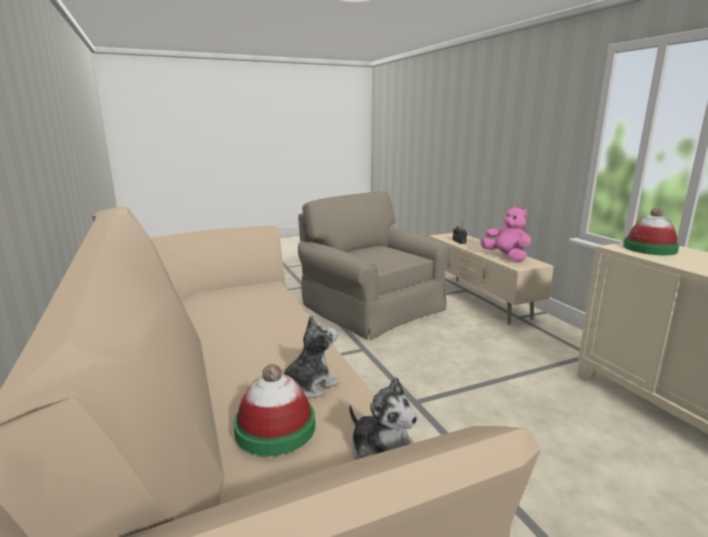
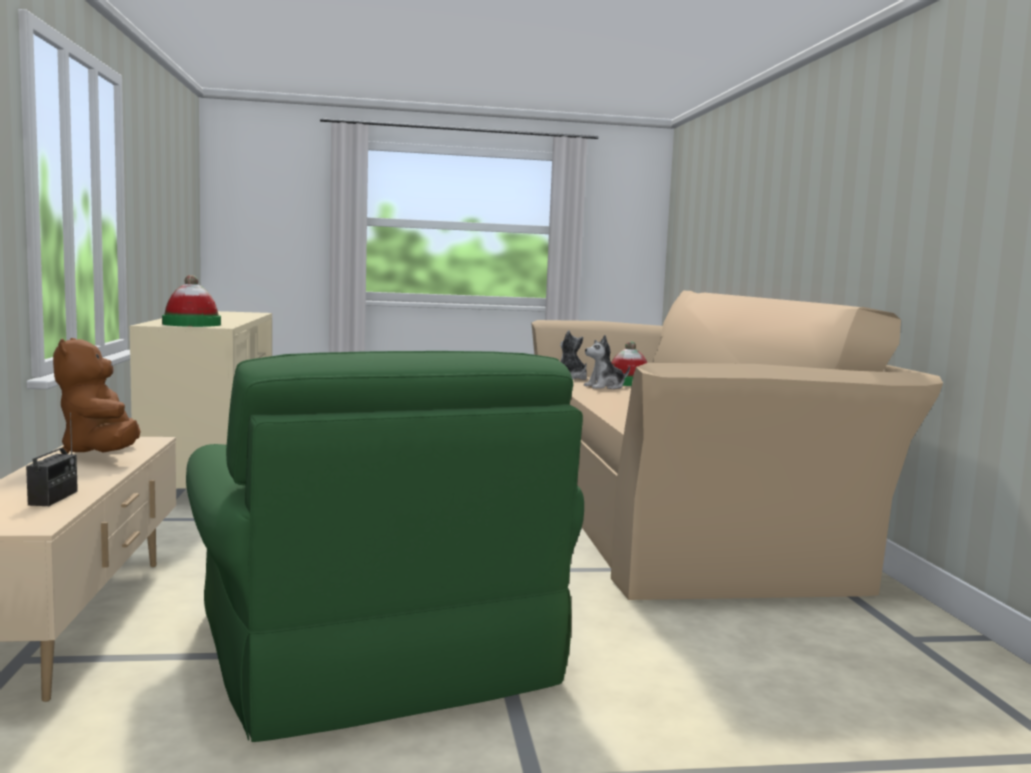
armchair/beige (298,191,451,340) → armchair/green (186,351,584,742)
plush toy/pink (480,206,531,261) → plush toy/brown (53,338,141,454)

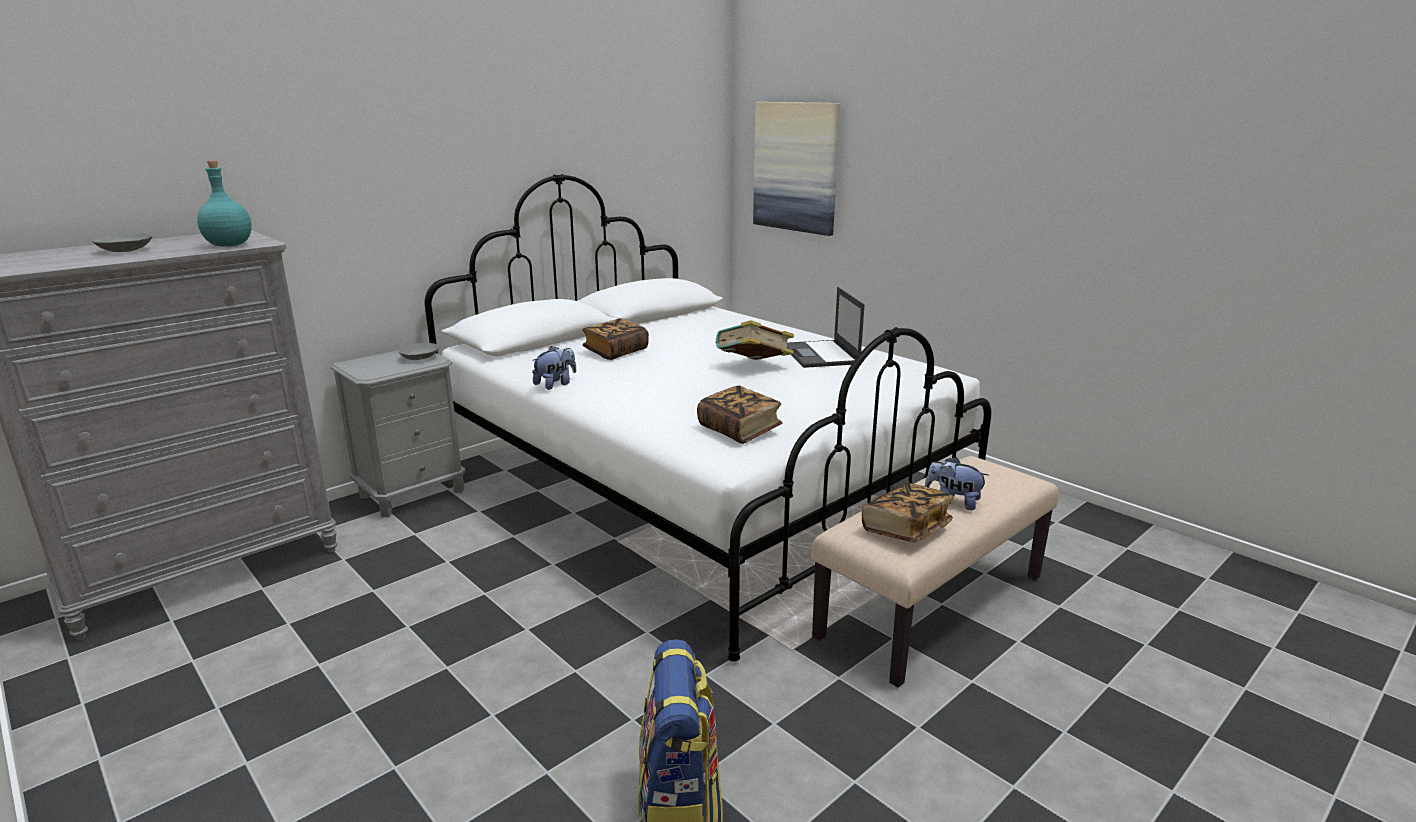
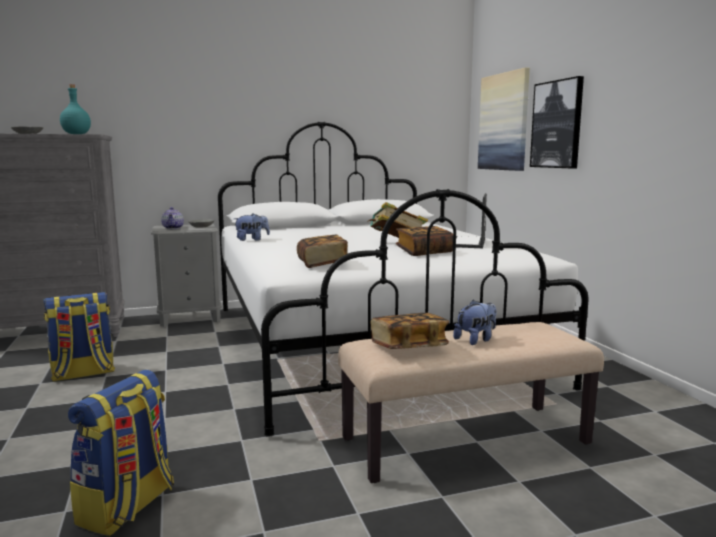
book (582,319,649,360) → book (396,226,453,256), relocated
plush toy (925,457,989,510) → plush toy (453,300,496,345), 90 degrees clockwise
- → picture (530,76,584,169)
- → teapot (161,207,184,229)
- → backpack (43,292,115,382)

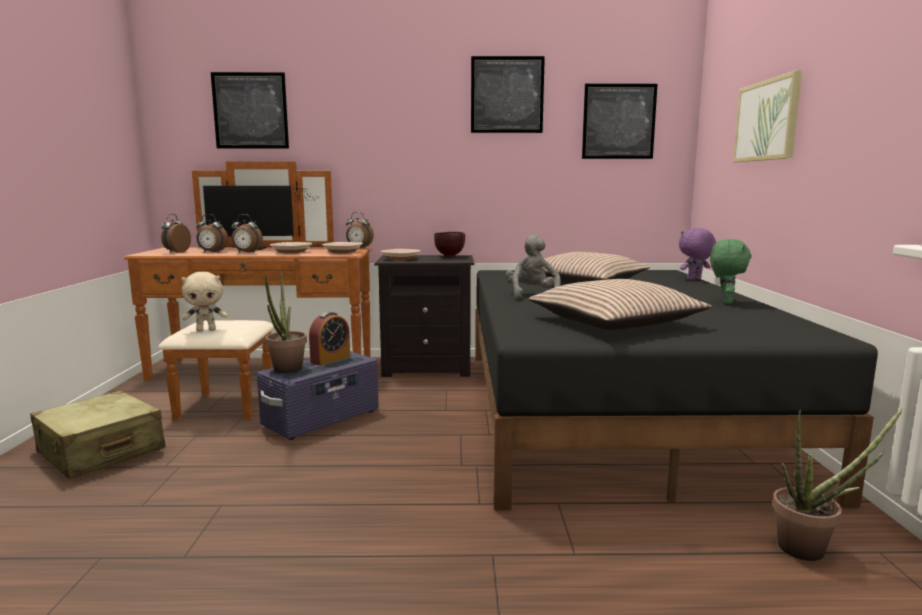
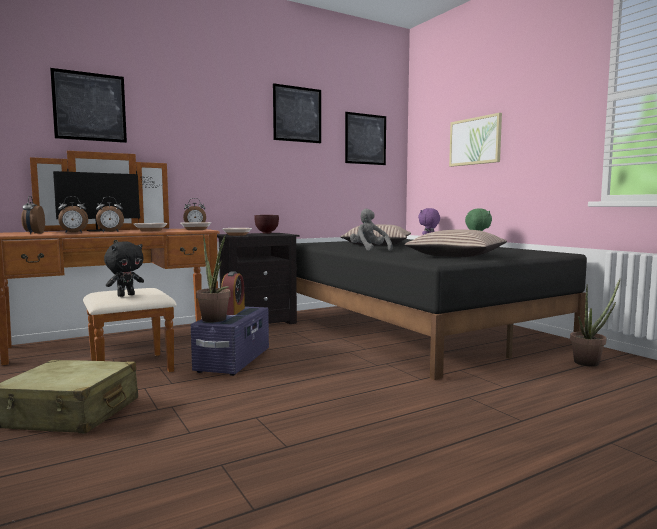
plush toy/beige (181,272,227,332) → plush toy/black (104,242,144,297)

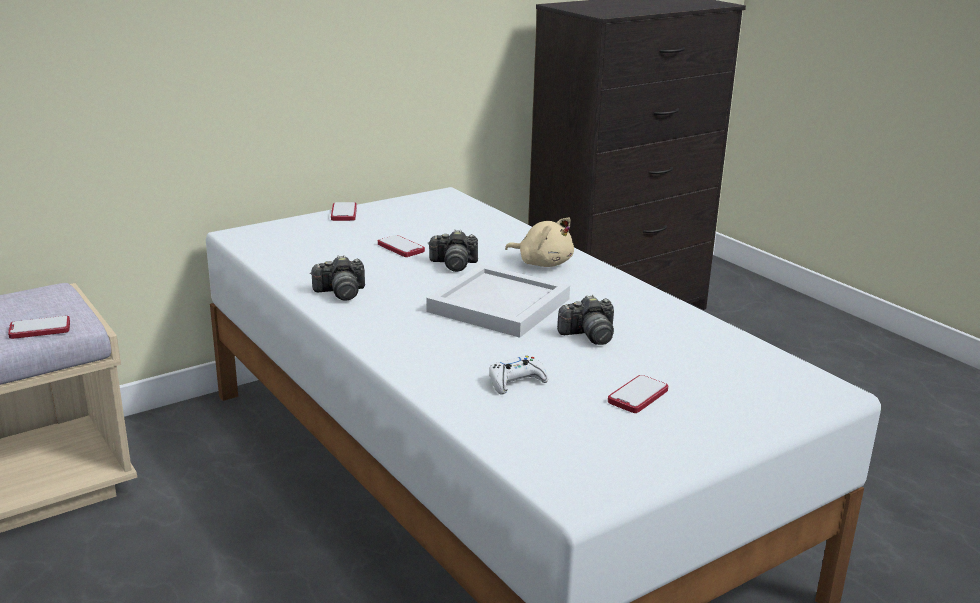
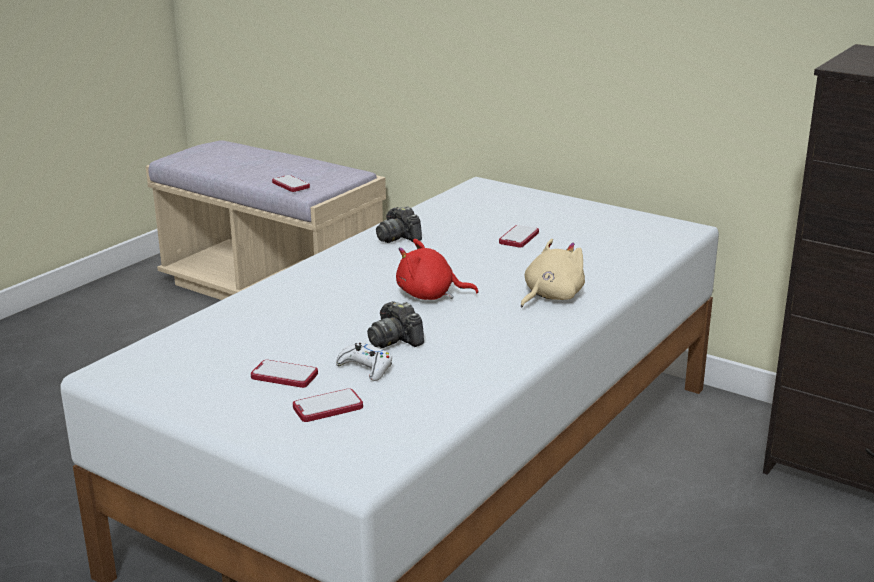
phone (331,202,357,221) → phone (293,388,363,422), relocated
plush toy/beige (505,218,574,267) → plush toy/beige (521,239,585,307), 150 degrees counterclockwise
photo camera (428,230,478,272) → -
tray/white (426,264,570,338) → plush toy/red (396,239,478,300)
game controller/white (489,356,548,395) → game controller/white (336,343,392,381), relocated

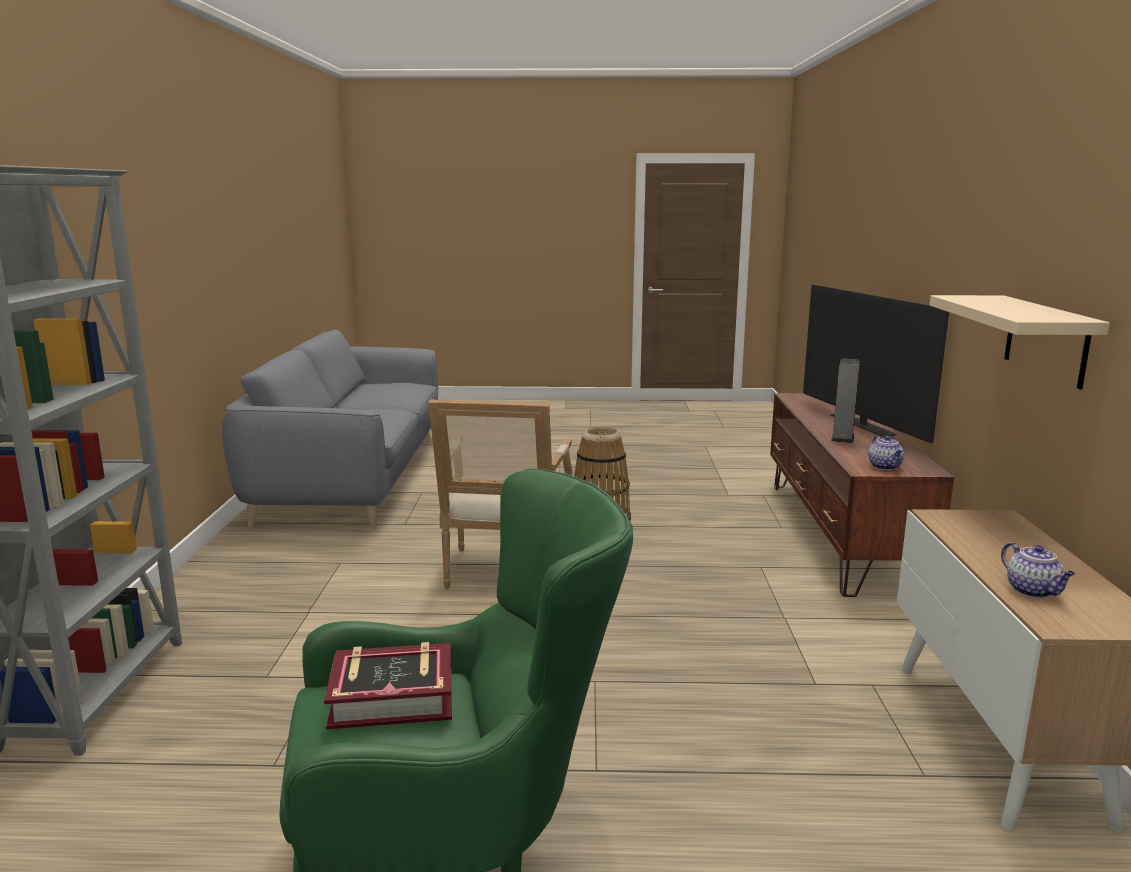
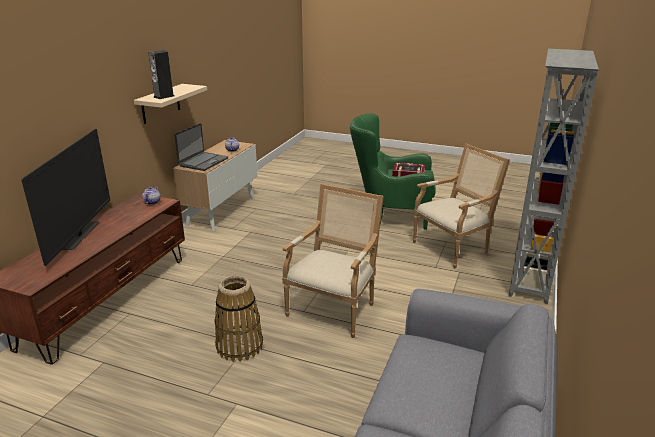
speaker (831,359,860,443) → speaker (148,50,174,99), relocated
- → laptop (175,123,228,171)
- → armchair (413,143,510,269)

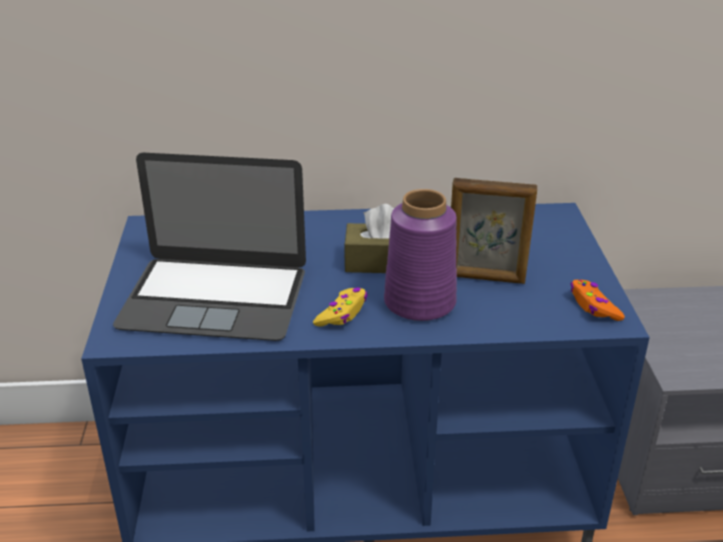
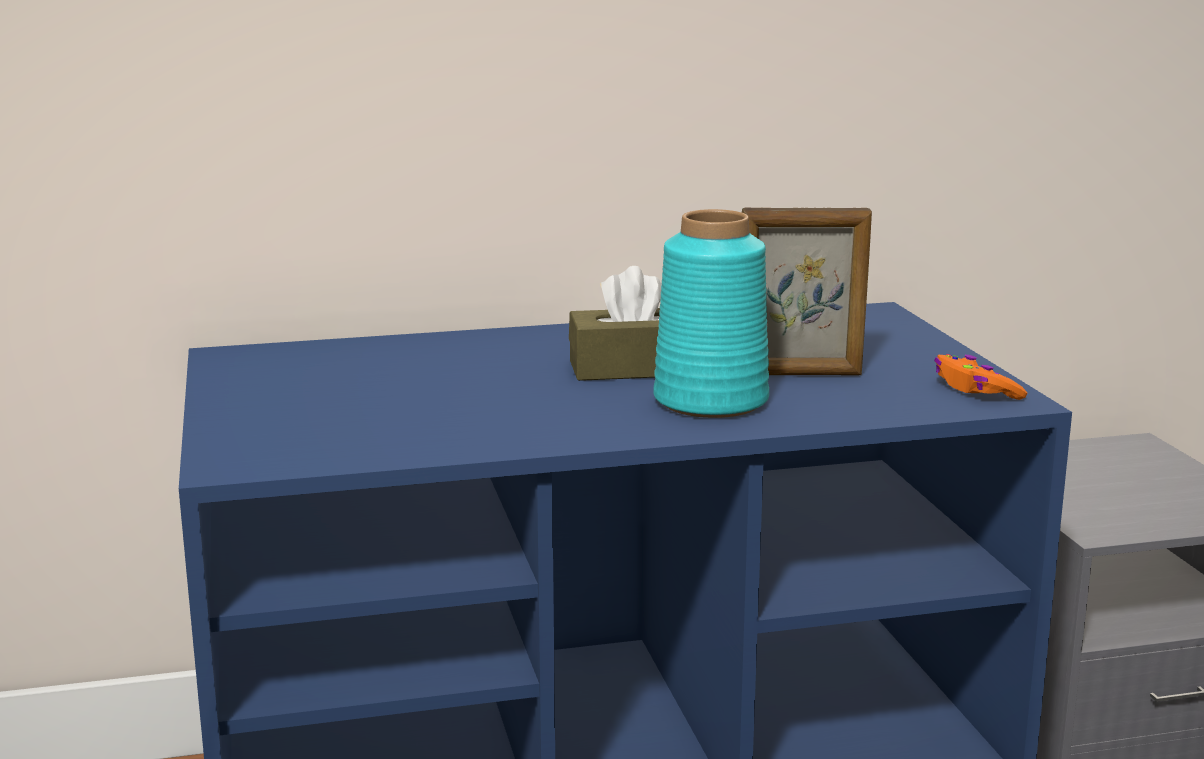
laptop (113,153,306,341) → -
vase/purple (384,189,457,321) → vase/turquoise (653,209,769,418)
game controller/yellow (313,288,367,327) → -

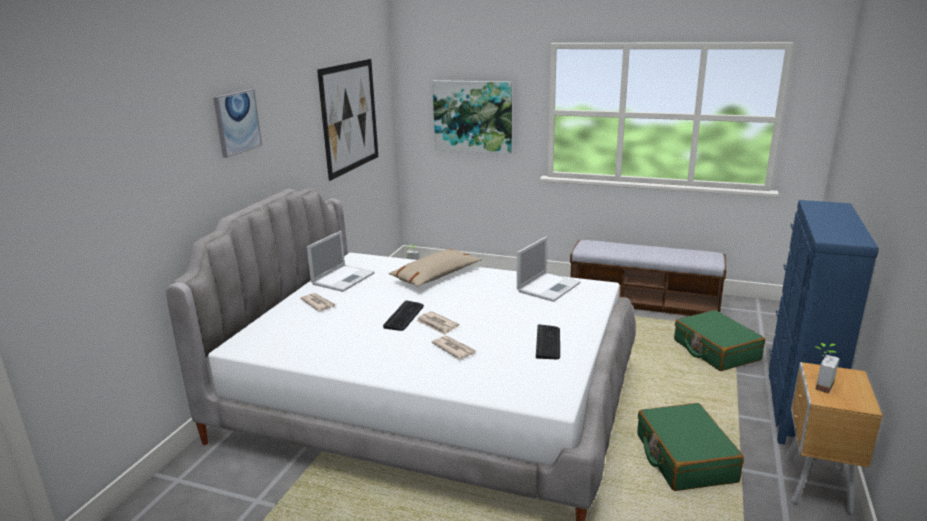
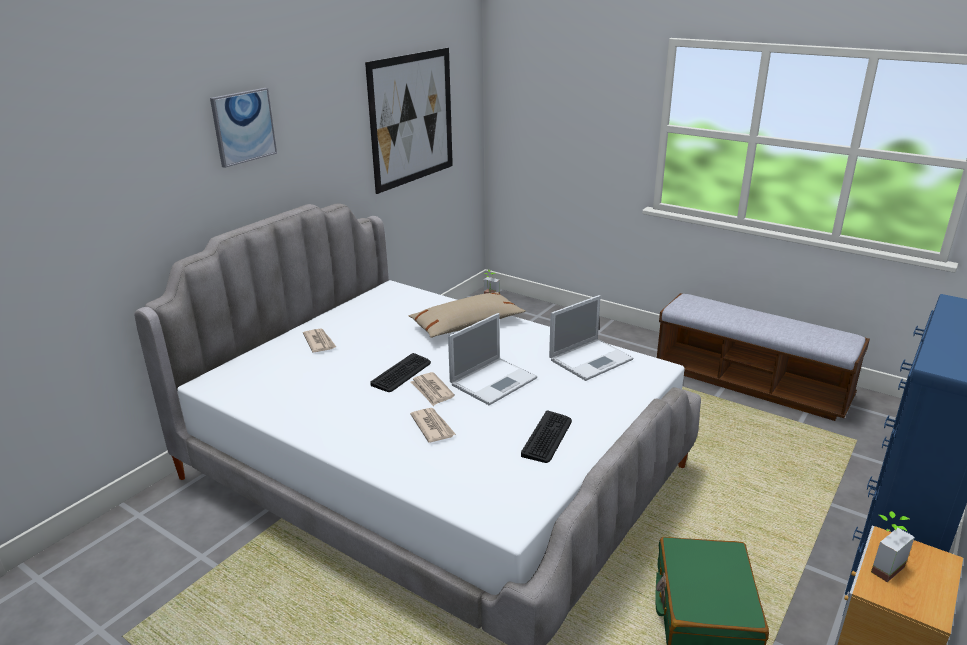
picture (432,80,512,154) → -
laptop (307,231,374,292) → laptop (448,313,537,405), relocated
suitcase/green (674,310,765,371) → -

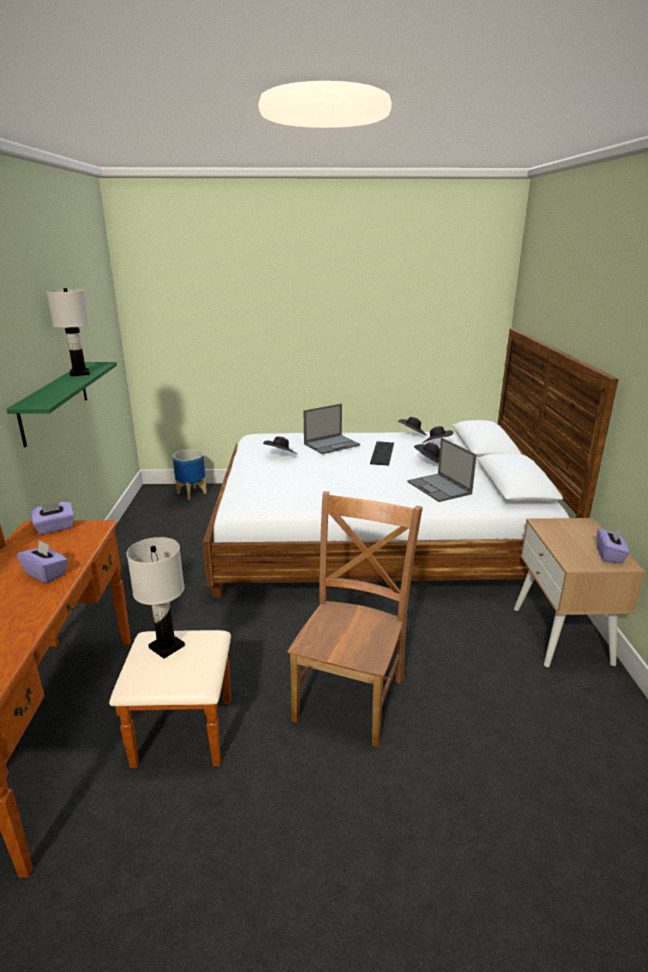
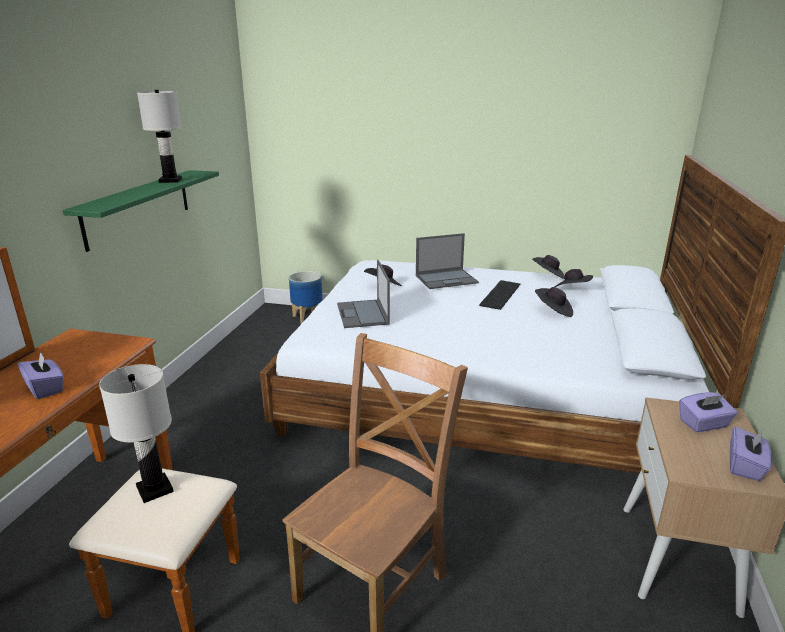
laptop (407,438,477,502) → laptop (337,260,390,328), relocated
tissue box/purple (29,502,74,535) → tissue box/purple (679,392,737,432), relocated

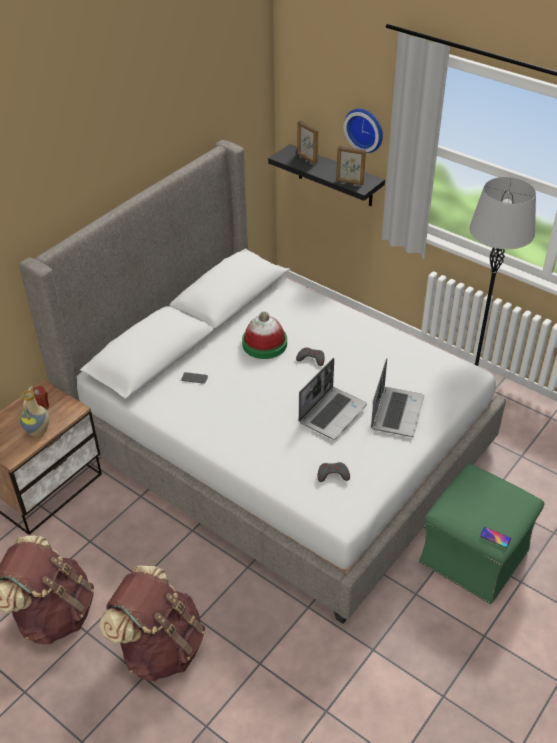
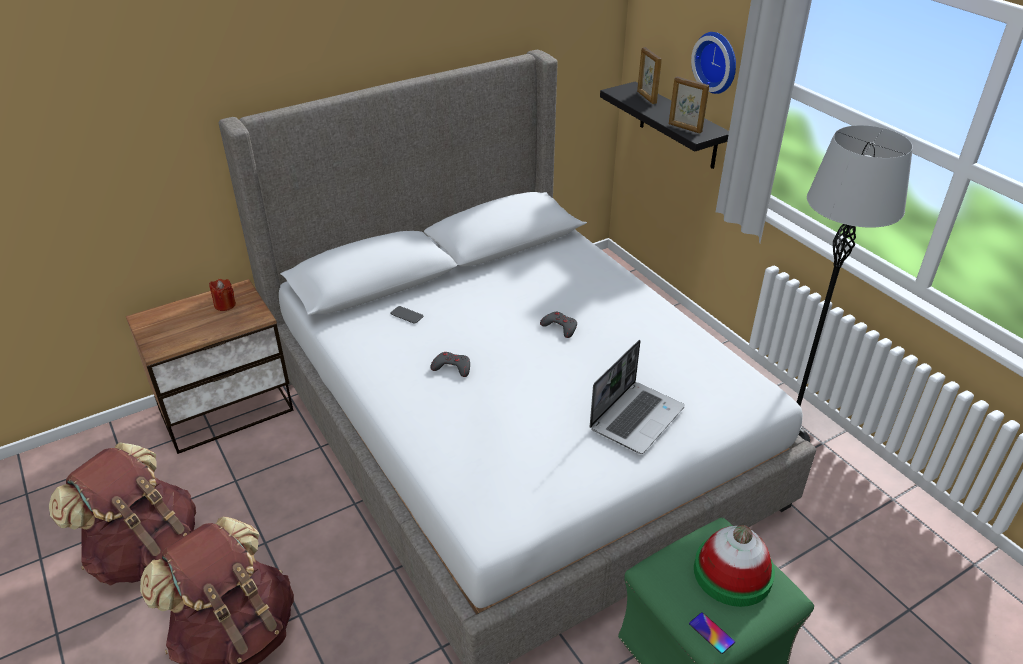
hat (242,312,287,359) → hat (694,525,775,607), relocated
laptop (299,358,367,440) → -
vase (20,387,50,437) → -
game controller/grey (317,462,350,482) → game controller/grey (430,352,470,377), relocated

